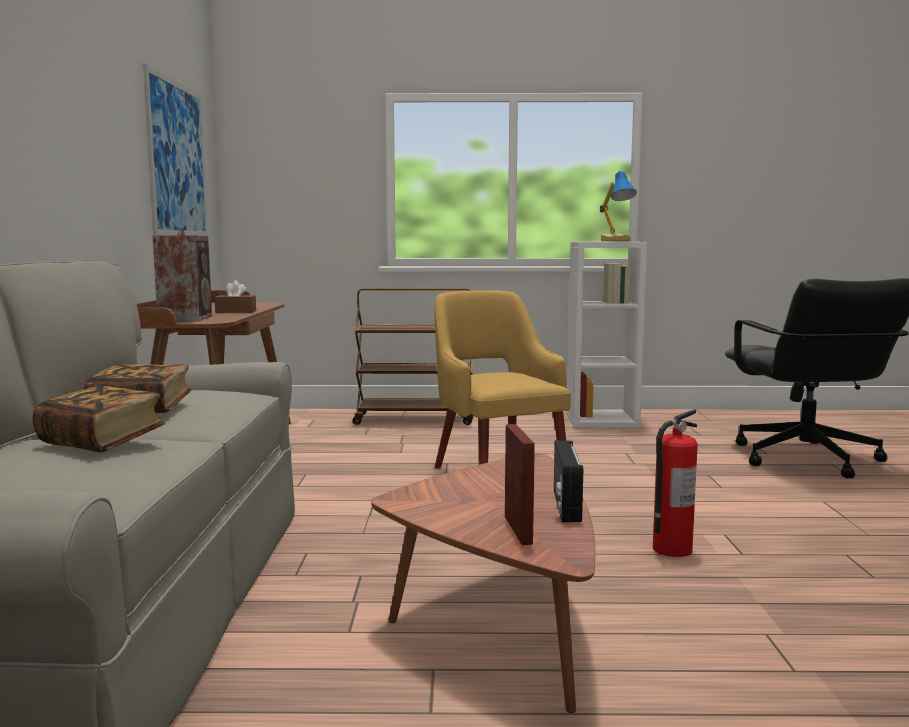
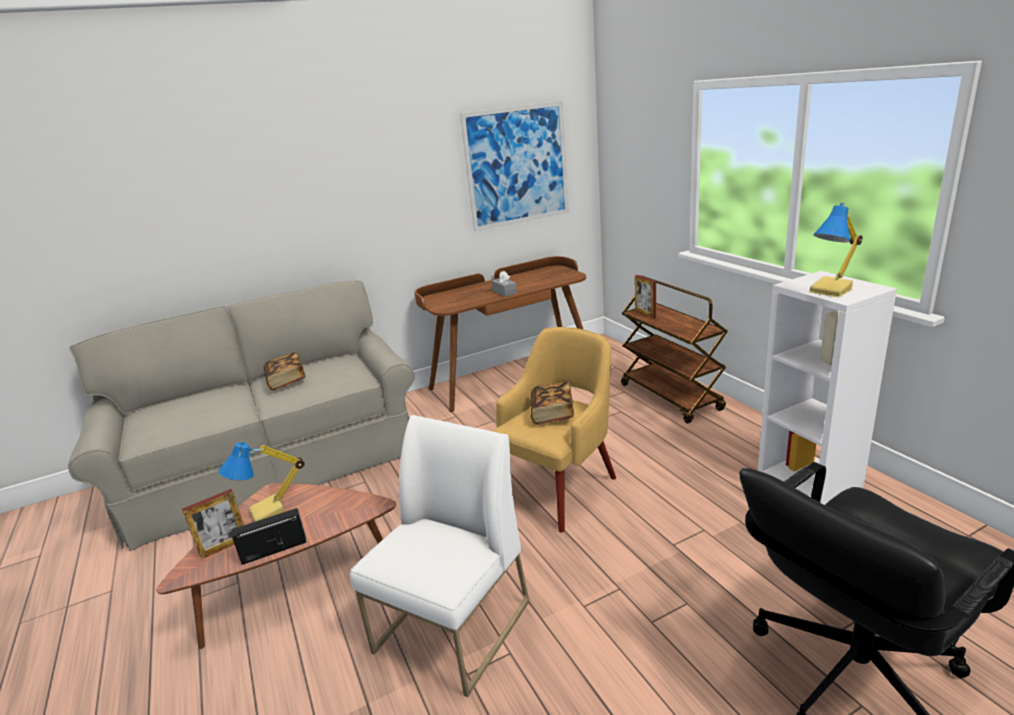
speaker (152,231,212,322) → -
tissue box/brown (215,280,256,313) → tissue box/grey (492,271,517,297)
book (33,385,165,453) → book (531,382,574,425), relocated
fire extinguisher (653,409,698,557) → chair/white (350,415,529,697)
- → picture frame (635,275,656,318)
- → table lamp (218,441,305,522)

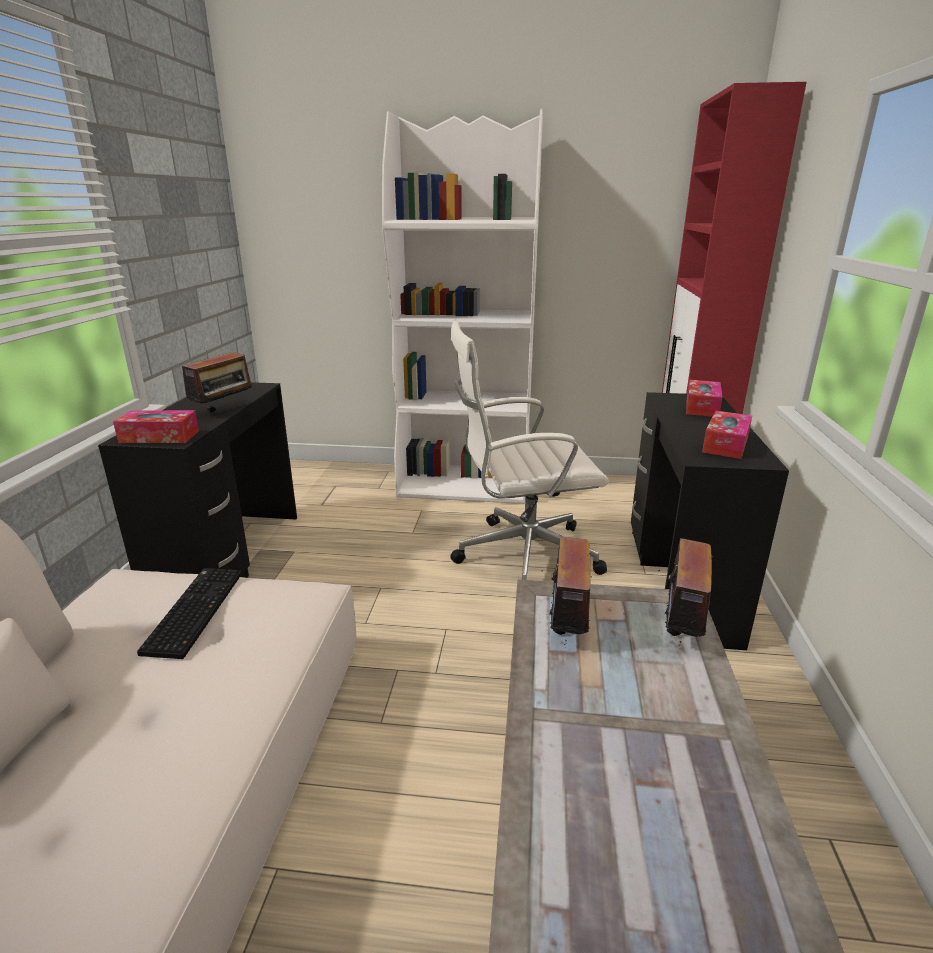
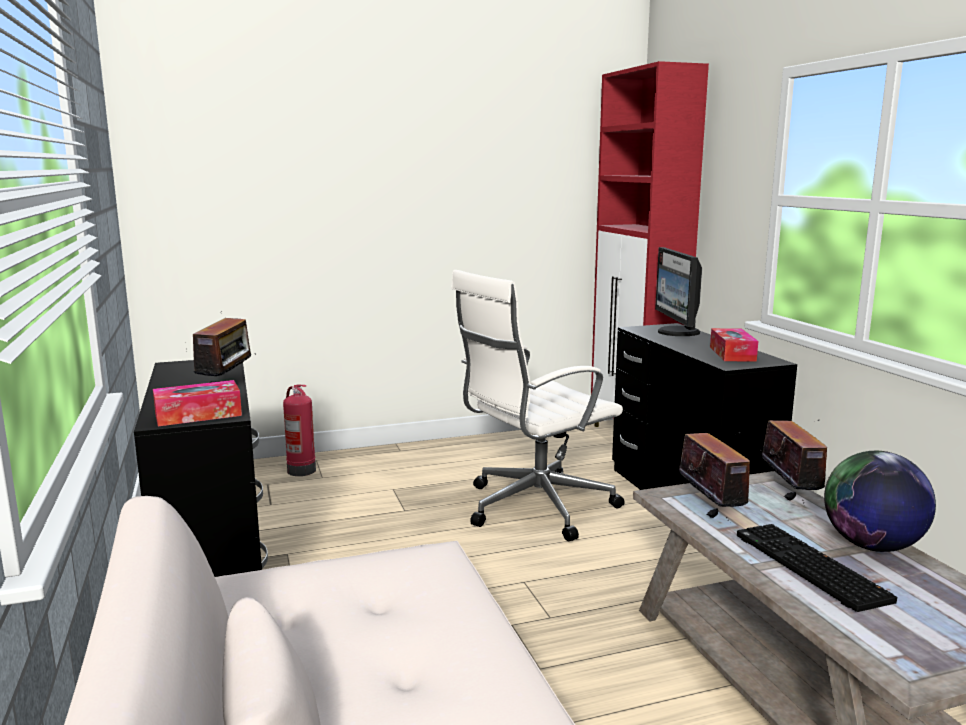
bookcase/white (382,109,543,504) → -
tissue box (686,380,722,417) → monitor (655,247,702,336)
keyboard (137,568,241,659) → keyboard (737,524,897,612), relocated
- → fire extinguisher (283,385,316,476)
- → globe (824,451,936,552)

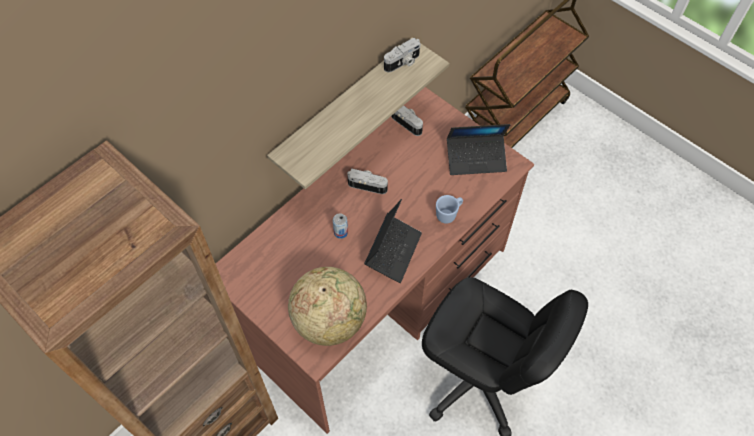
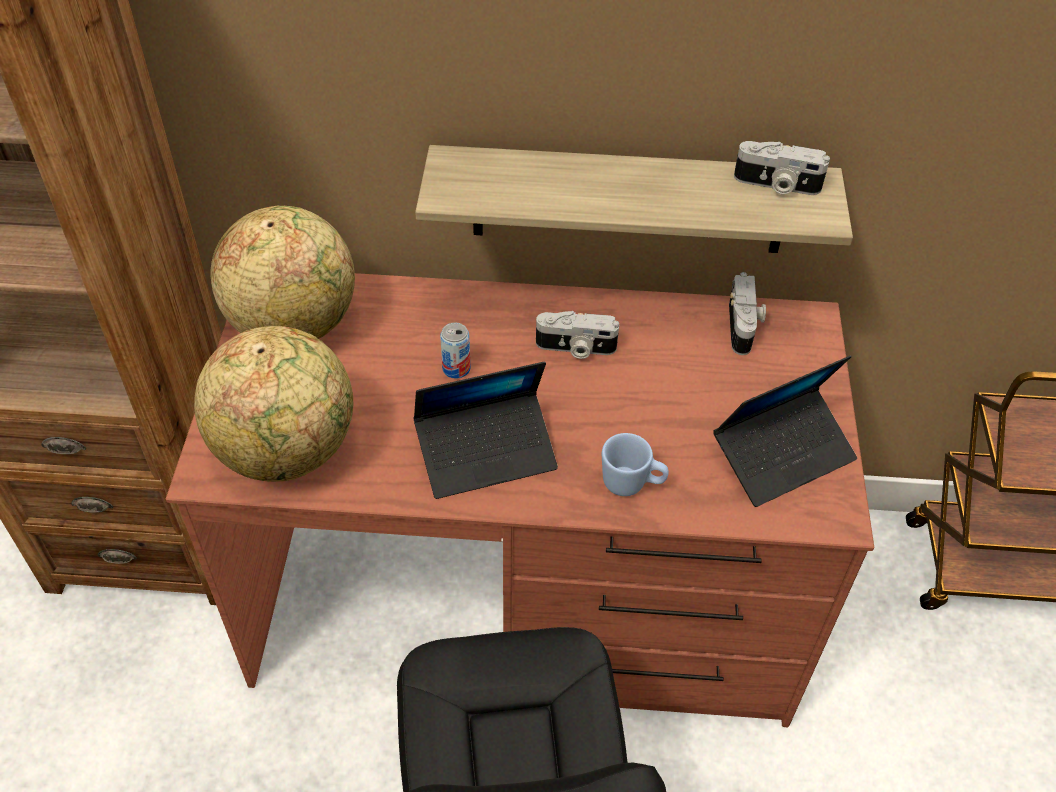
laptop (447,124,511,175) → laptop (713,356,857,507), 75 degrees counterclockwise
photo camera (347,168,388,194) → photo camera (536,311,619,359), 120 degrees clockwise
- → globe (211,206,355,339)

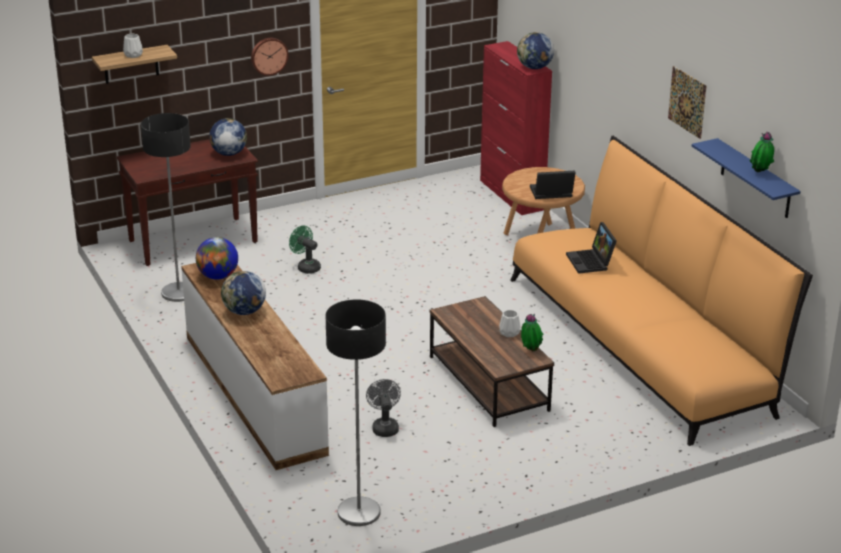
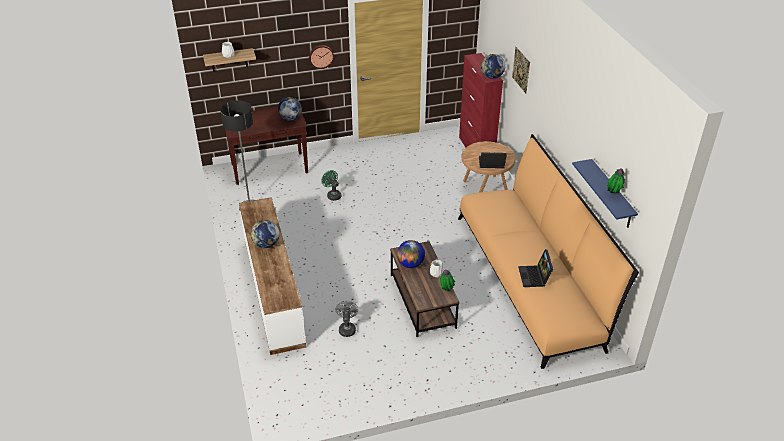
picture (668,66,706,139) → picture (512,47,530,93), relocated
laptop (566,222,617,274) → laptop (518,249,553,287), relocated
globe (196,237,238,280) → globe (397,240,425,268), relocated
floor lamp (326,299,386,526) → -

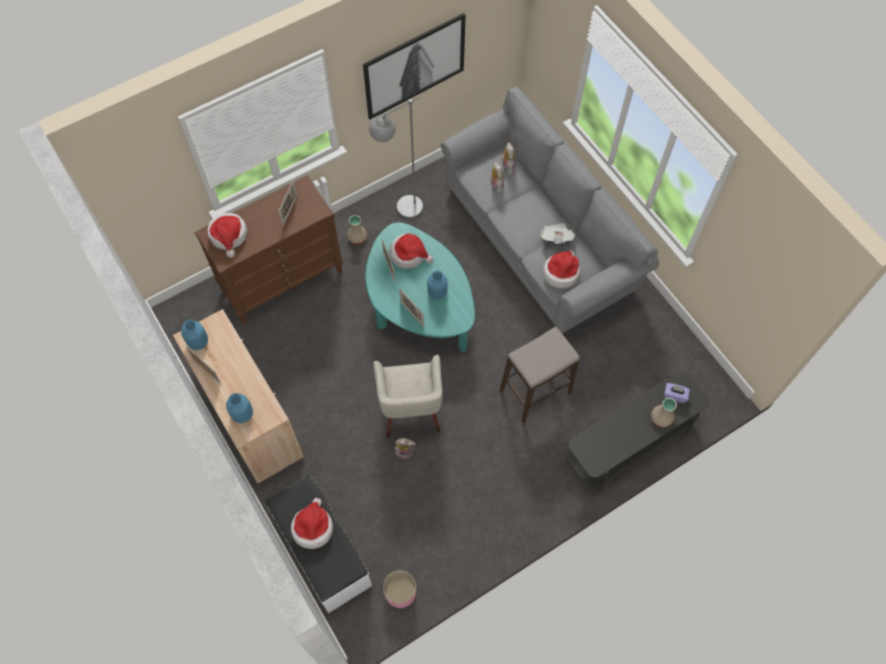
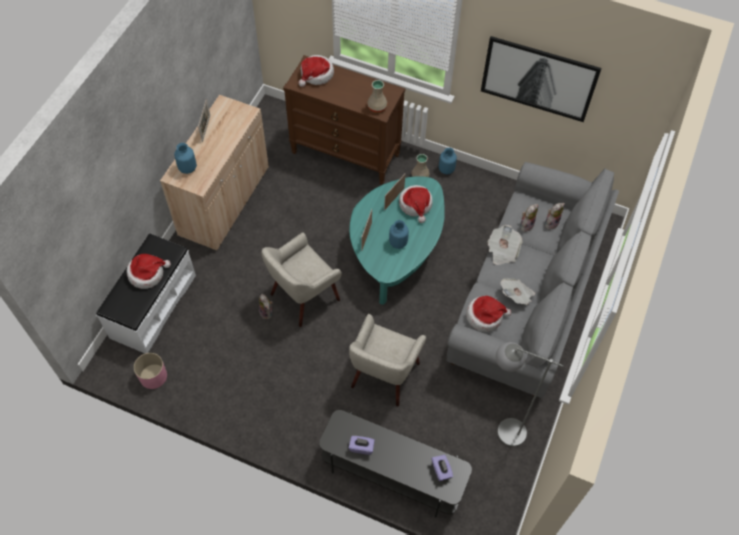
floor lamp/grey (369,96,423,218) → floor lamp/grey (496,342,563,447), relocated
picture frame (278,179,298,226) → -
vase/blue (181,319,208,350) → vase/blue (439,148,457,174), relocated
stool (500,327,580,423) → armchair/beige (349,314,426,407)
vase/beige (651,398,677,427) → vase/beige (367,80,388,113), relocated
- → newspaper (487,225,523,265)
- → tissue box/purple (349,436,375,455)

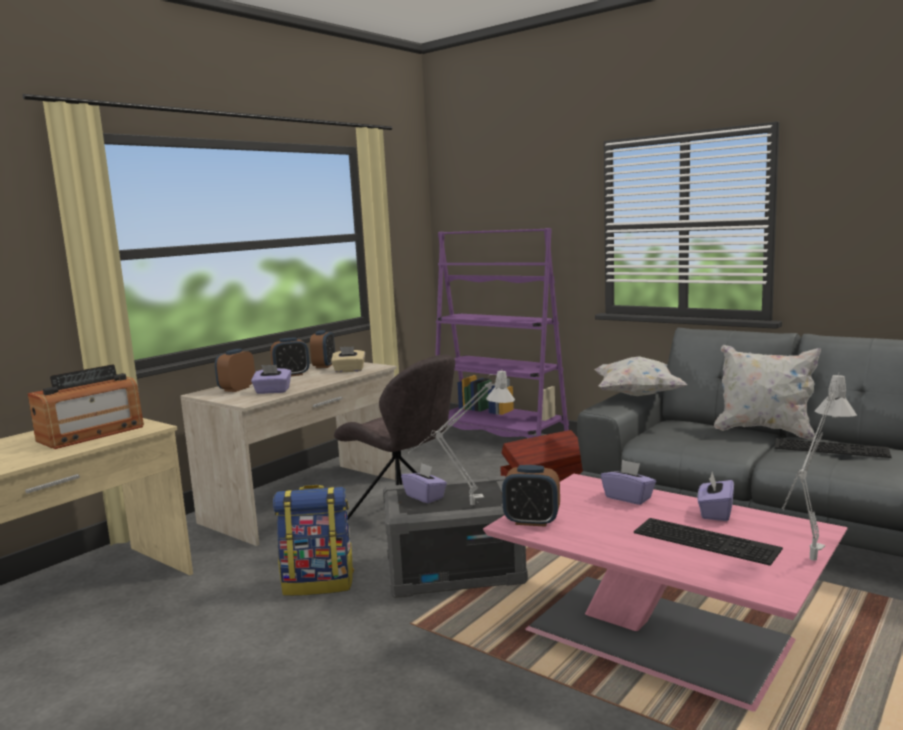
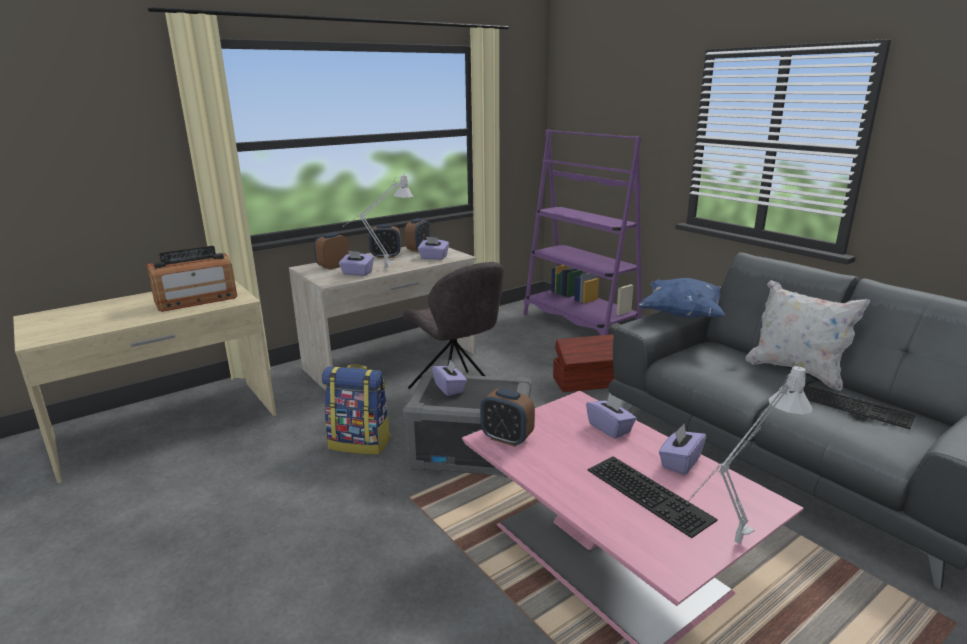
tissue box/beige (331,346,365,373) → tissue box/purple (418,237,449,260)
pillow/white (595,356,687,396) → pillow/blue (638,278,725,318)
table lamp/grey (409,371,515,505) → table lamp/grey (345,175,414,267), relocated

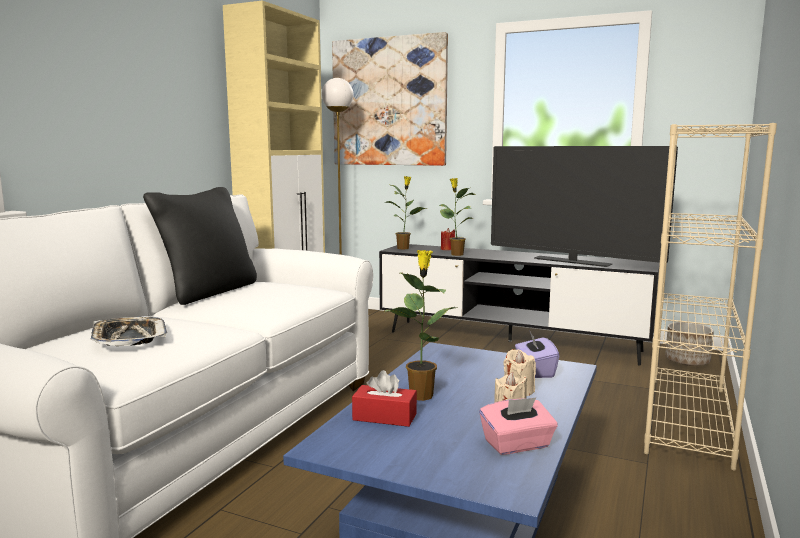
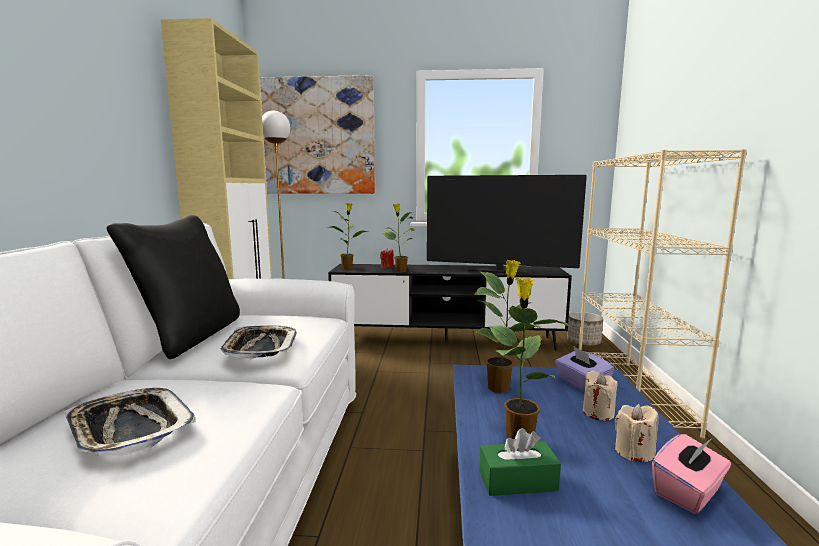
tissue box/red (352,370,417,427) → tissue box/green (479,428,561,496)
- → potted plant (474,260,542,393)
- → tray (221,325,296,359)

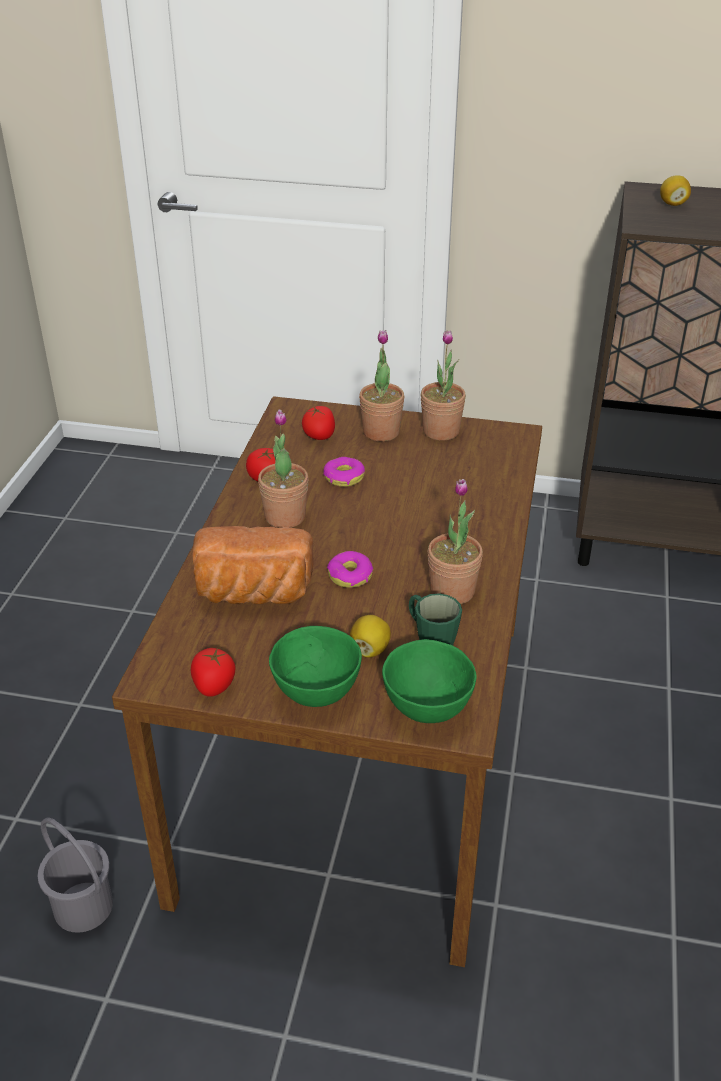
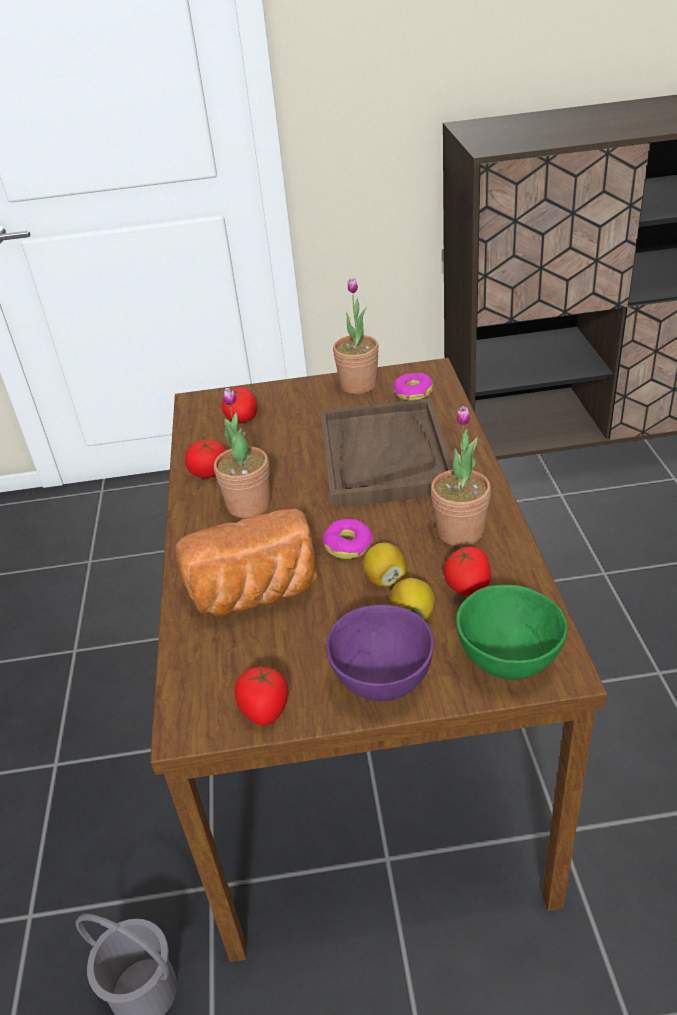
lemon (660,175,691,206) → lemon (363,543,407,587), relocated
potted plant (359,330,404,441) → -
donut (323,457,365,487) → donut (393,373,433,401), relocated
mug/green (409,593,462,645) → tomato (444,547,491,596)
bowl/green (269,626,362,707) → bowl/purple (326,605,434,701)
- → tray/brown (320,398,453,508)

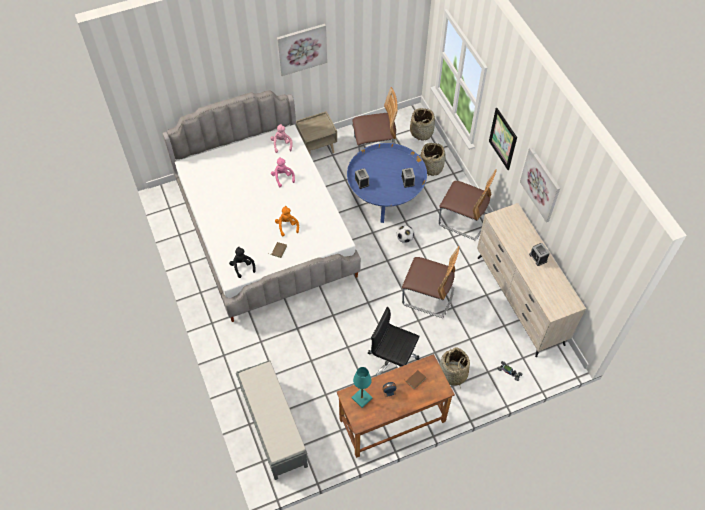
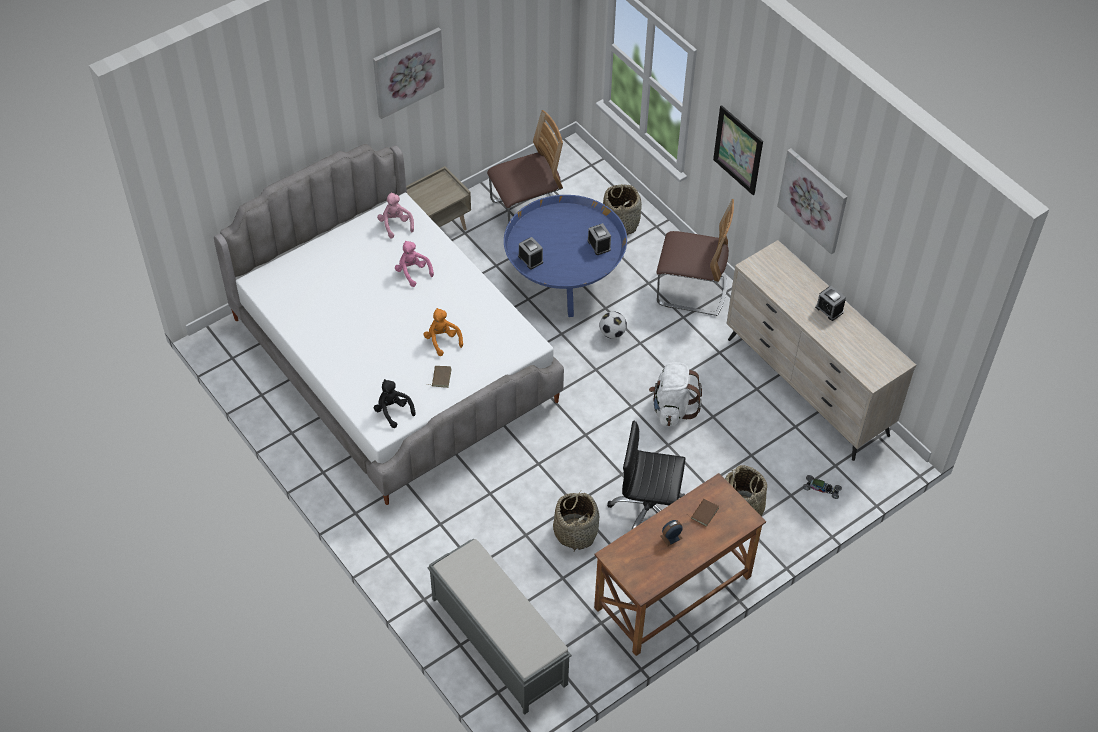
basket (410,108,435,141) → basket (553,491,600,551), relocated
chair (402,246,460,318) → backpack/white (649,362,702,426)
table lamp/turquoise (351,367,372,408) → -

